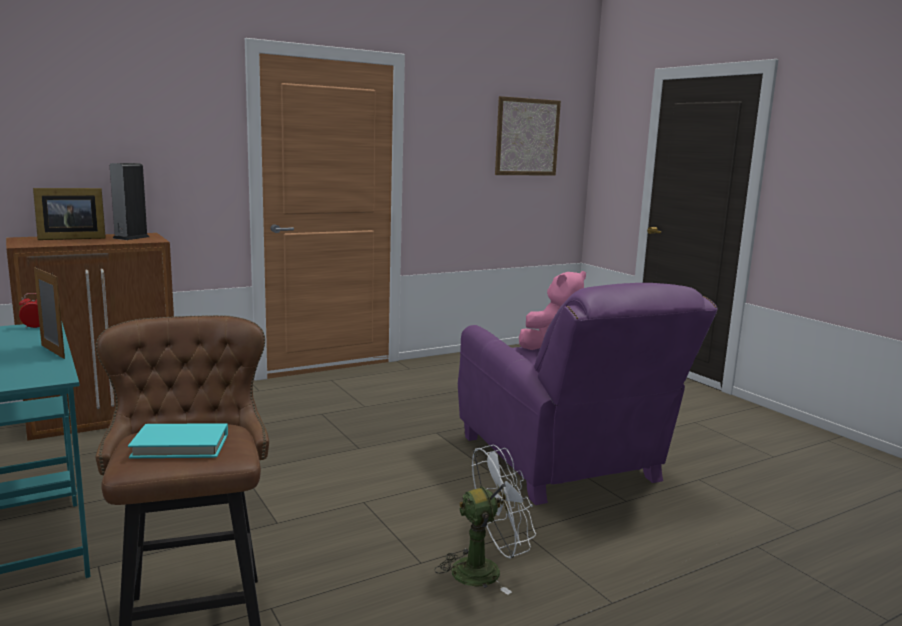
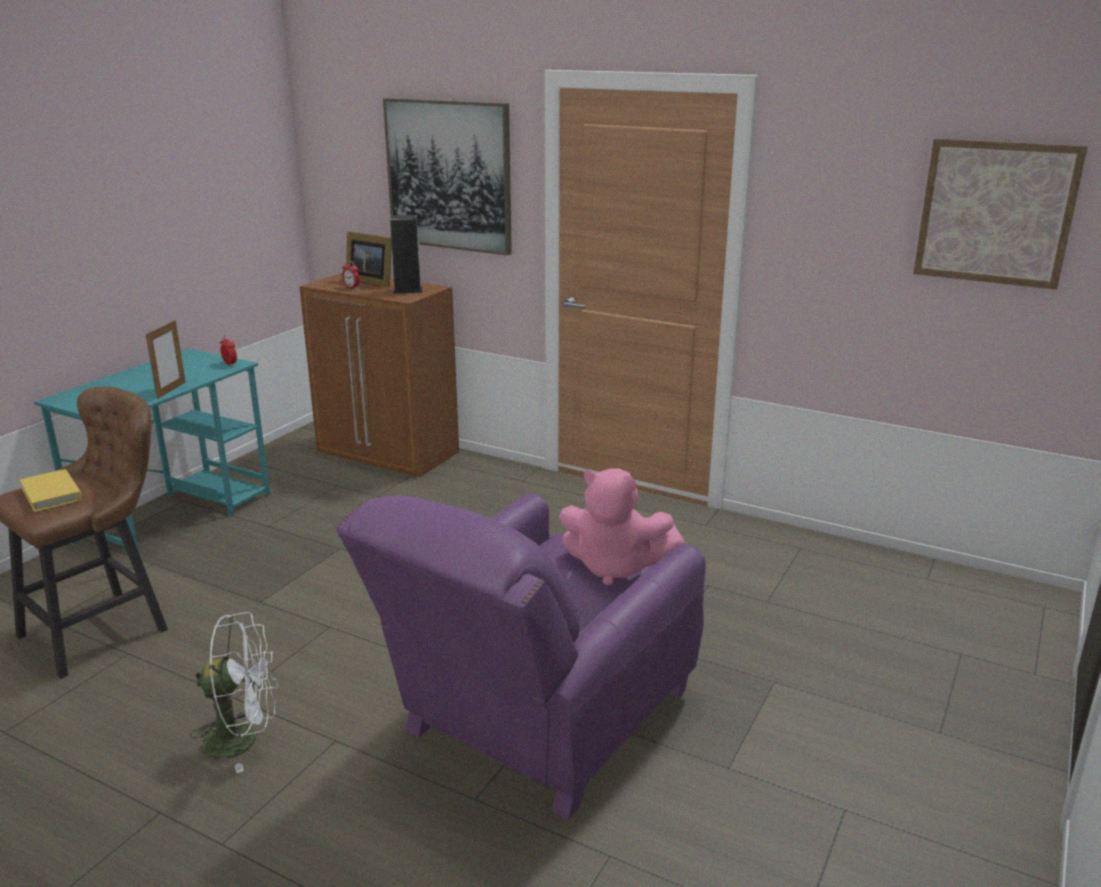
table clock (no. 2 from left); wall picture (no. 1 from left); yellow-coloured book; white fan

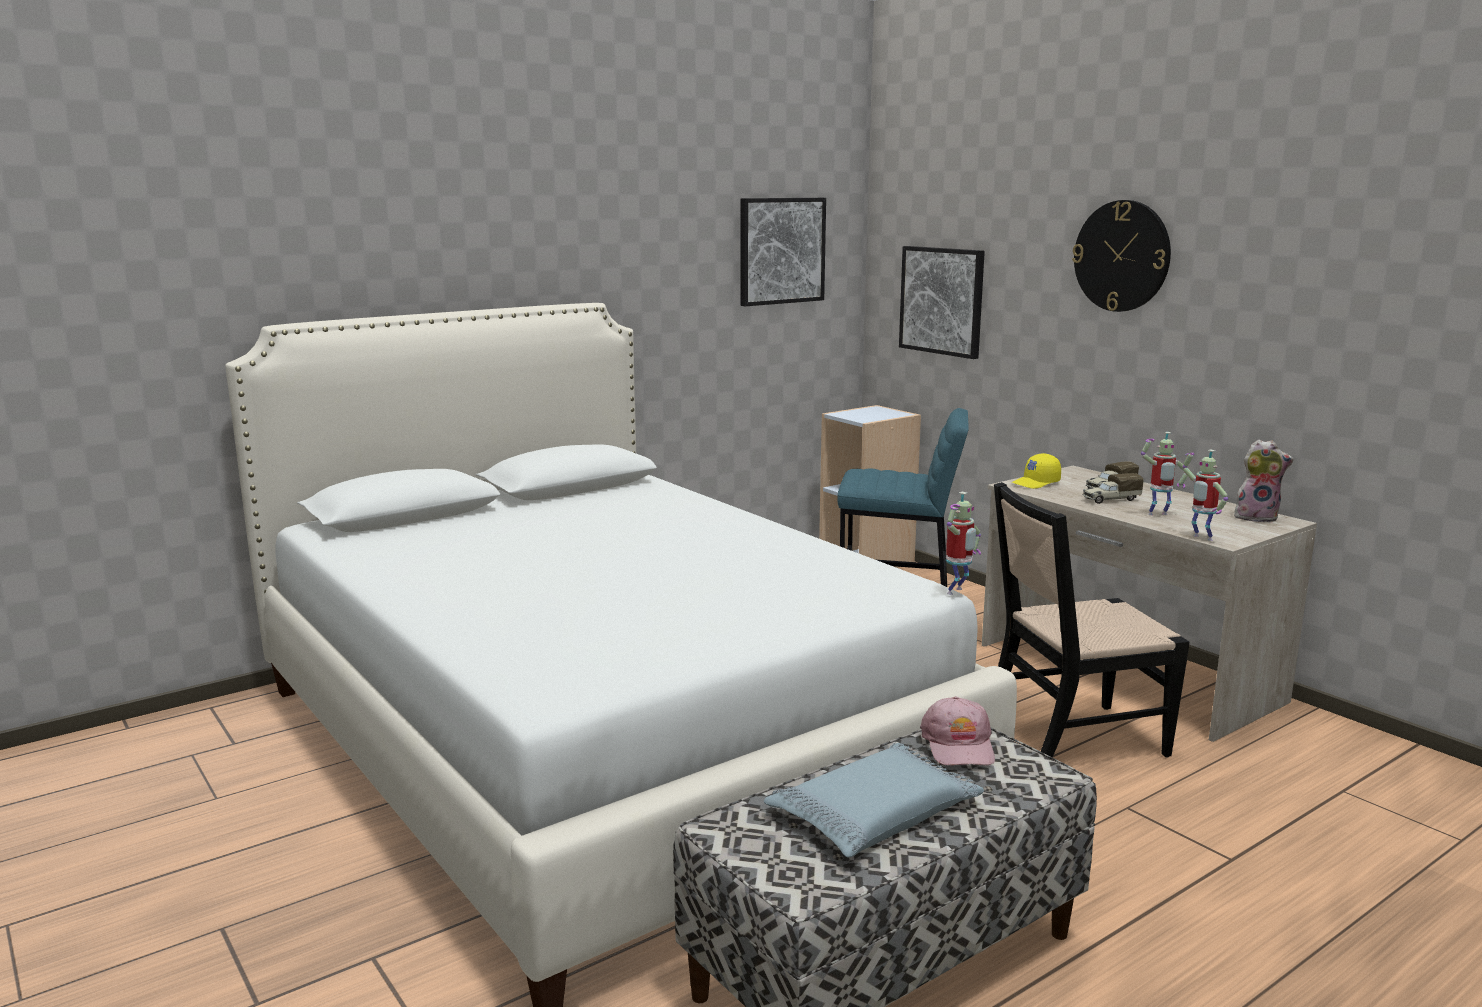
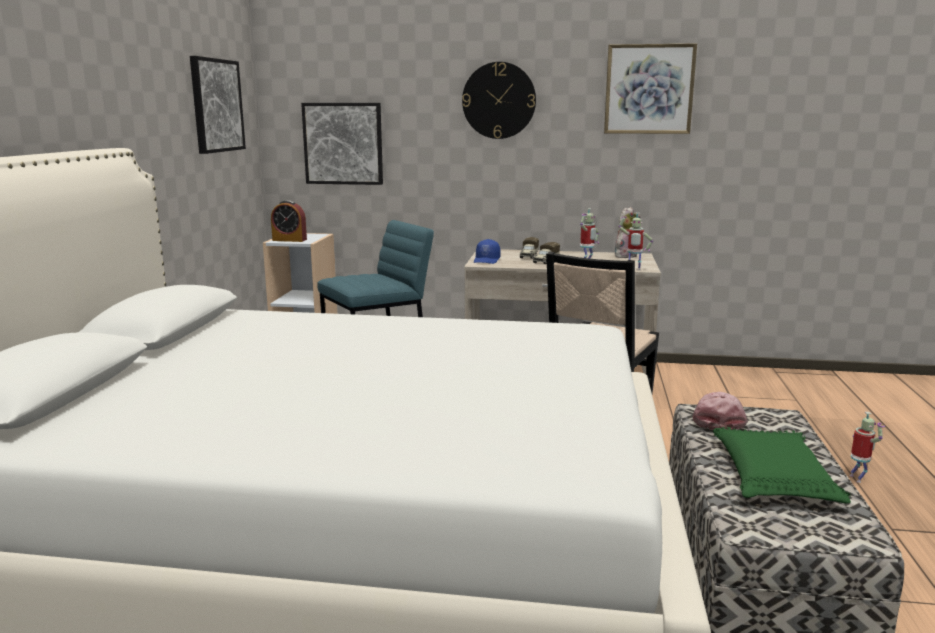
table clock; wall picture (no. 3 from left); toy robot (no. 3 from left); green pillow; blue peaked cap; pinkish peaked cap

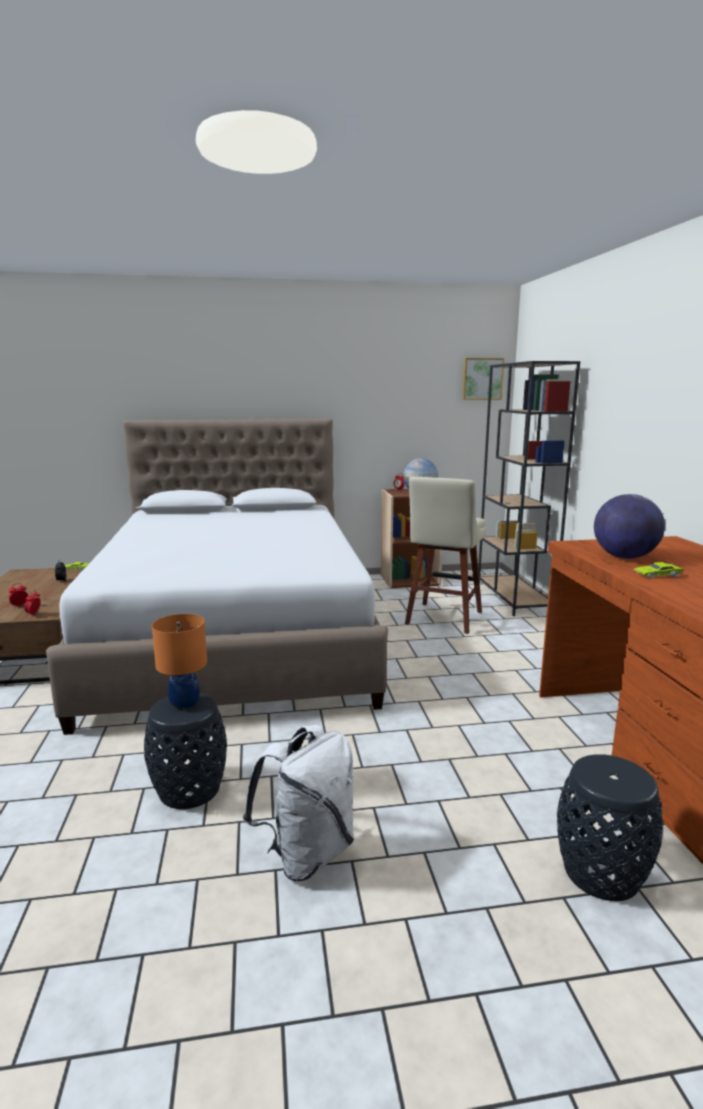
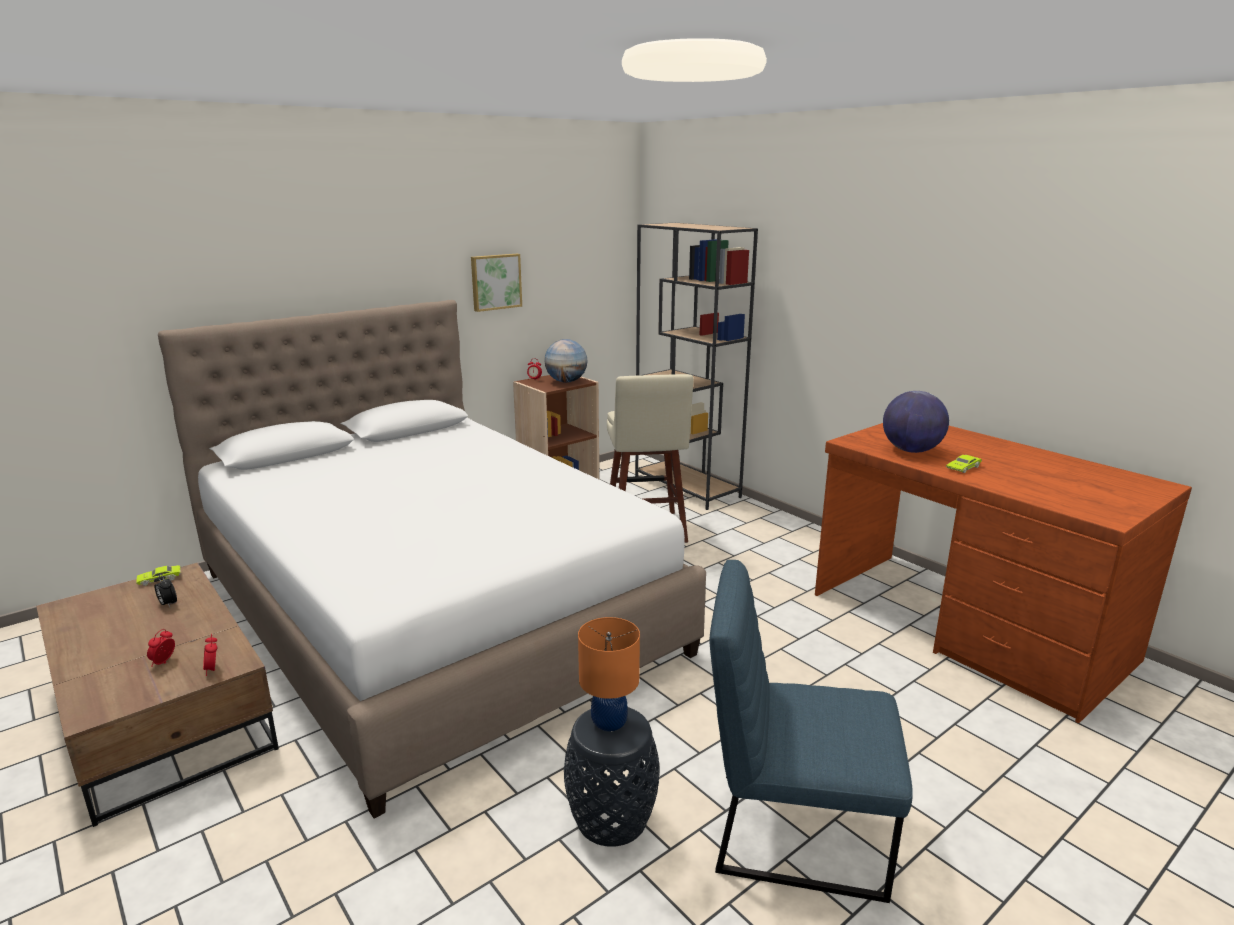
blackish stool (no. 2 from left in the first image); wall picture; blue upright chair

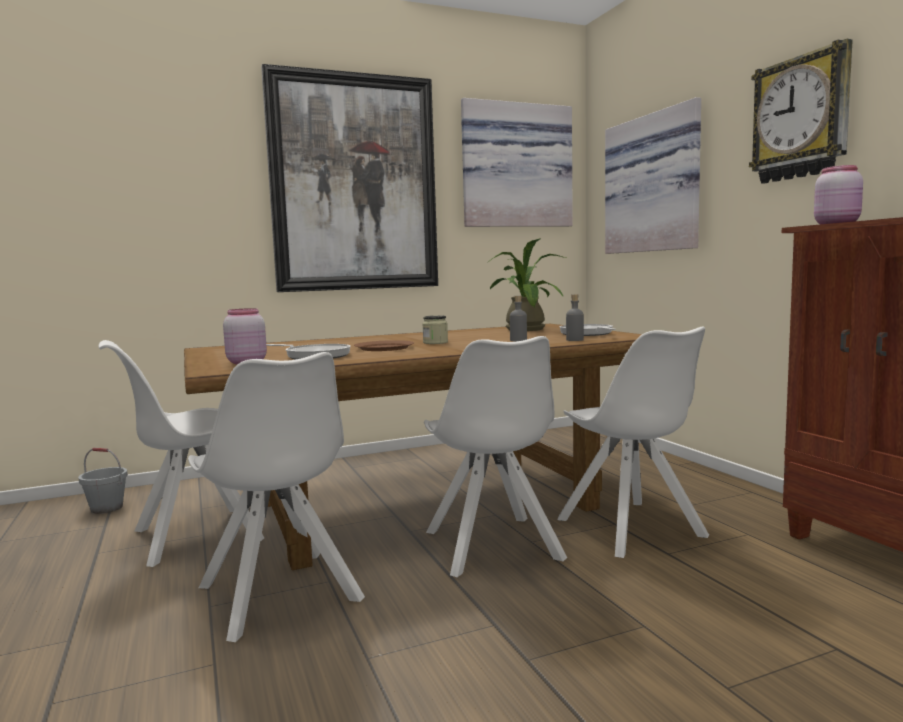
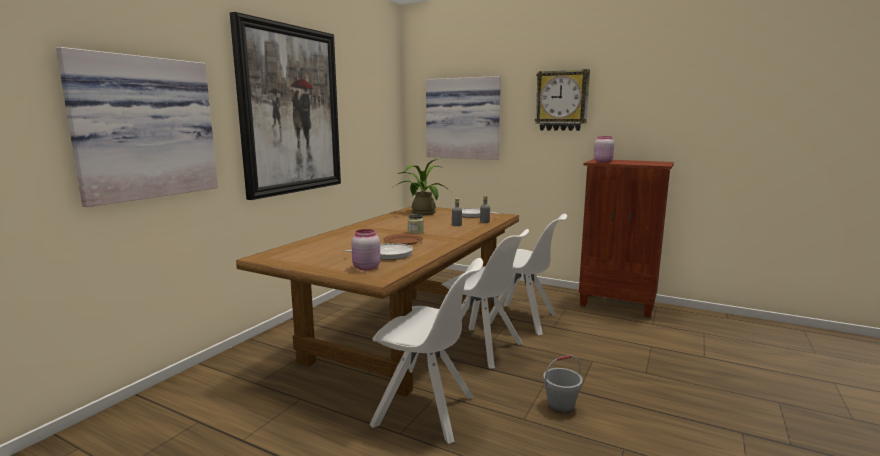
white upright chair (no. 1 from left in the first image); grey bucket; wall picture (no. 1 from left)

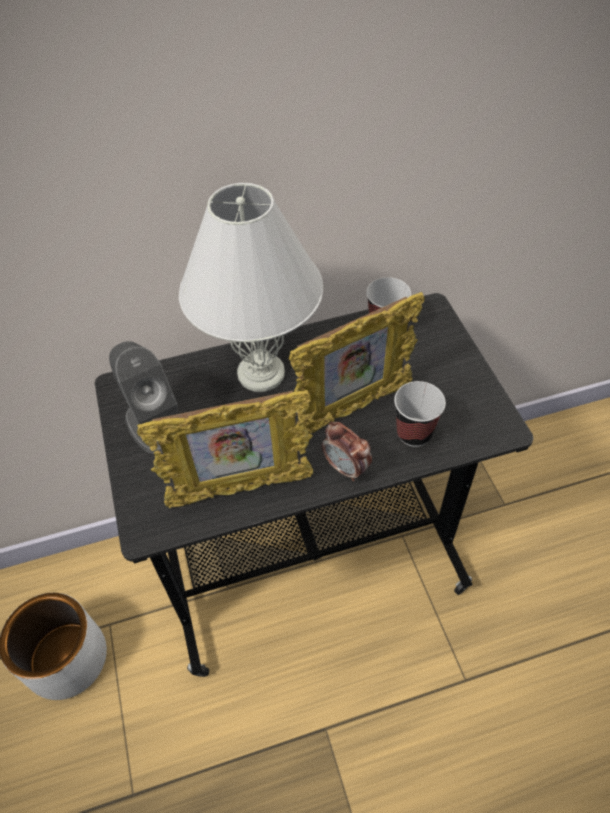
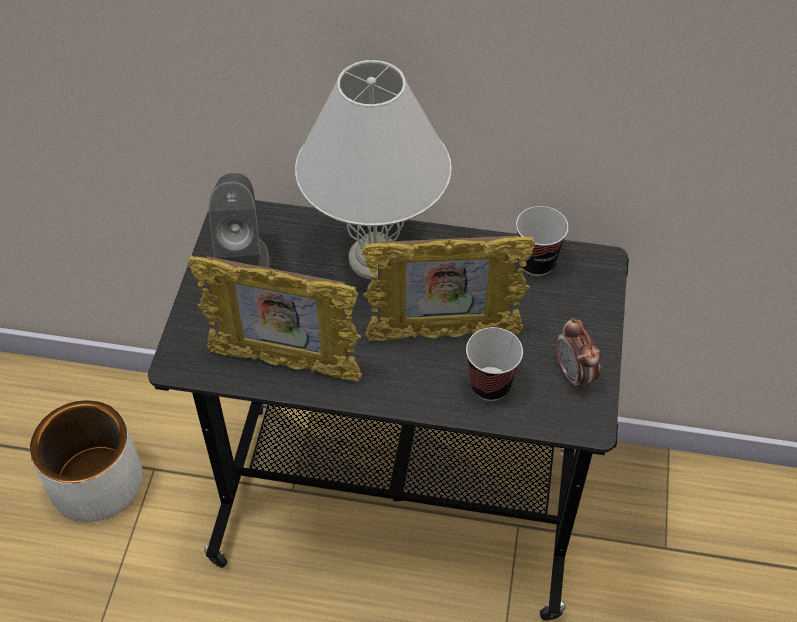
table clock

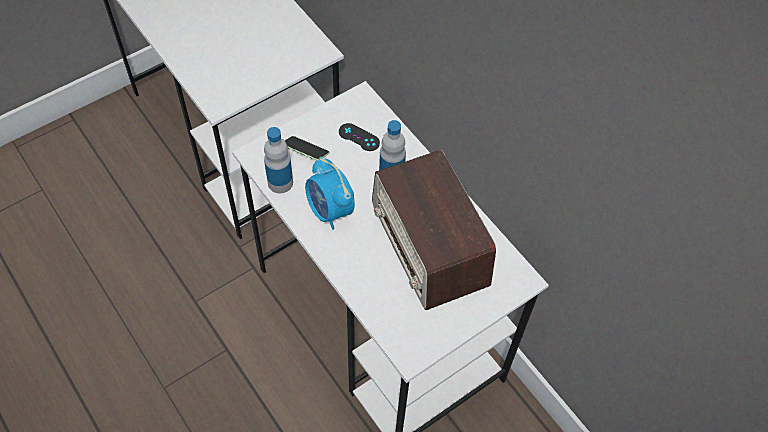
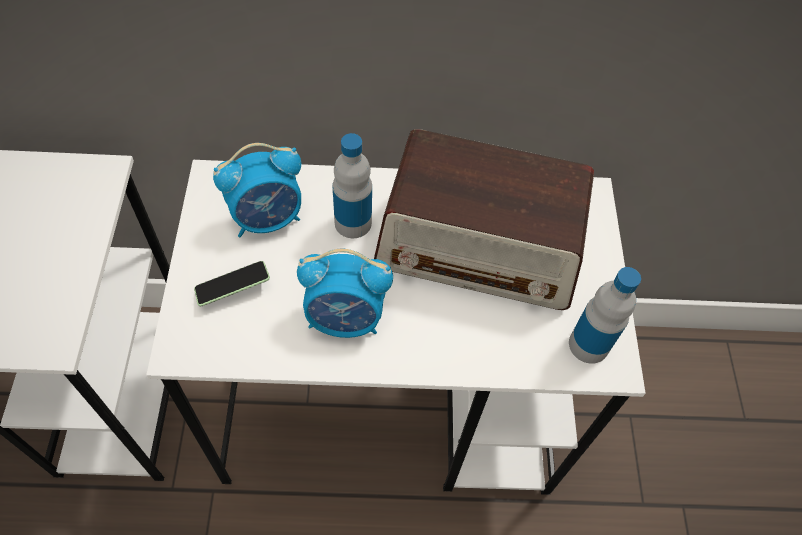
bottle (no. 2 from left); table clock (no. 1 from left)

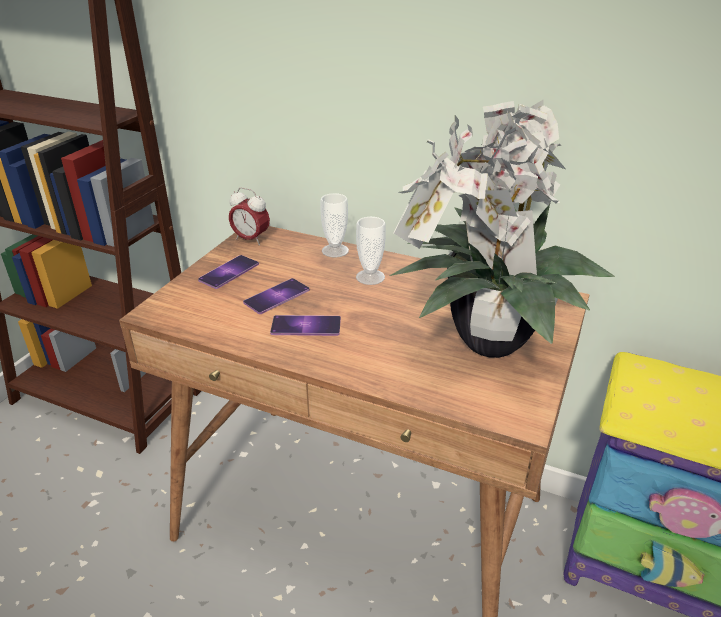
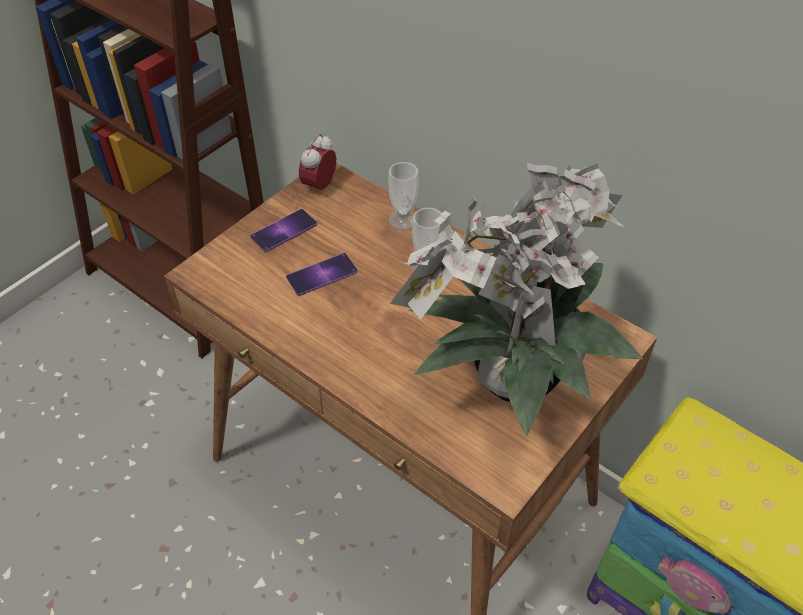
handset (no. 3 from left in the first image); table clock

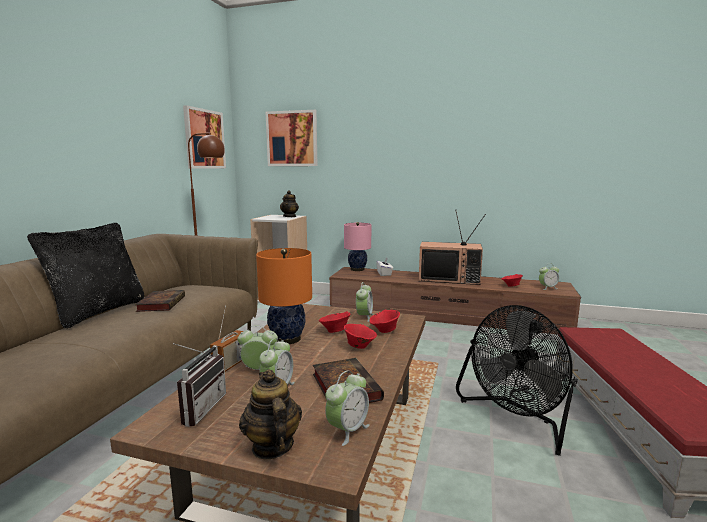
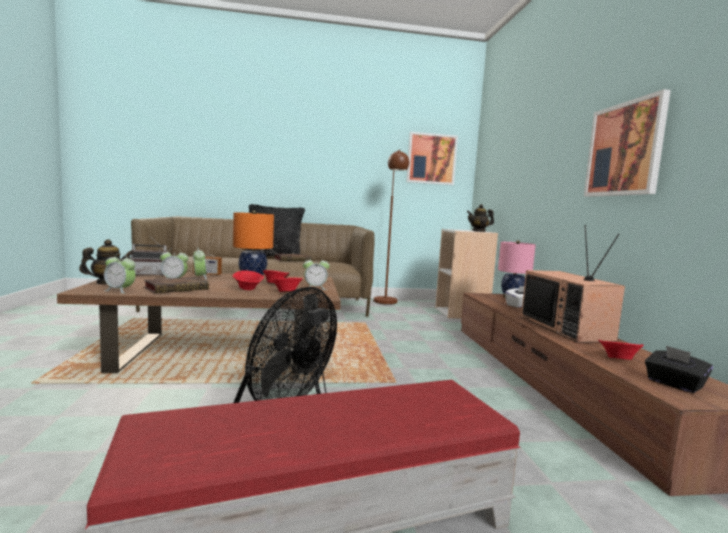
wall picture (no. 2 from left); blackish tissue holder

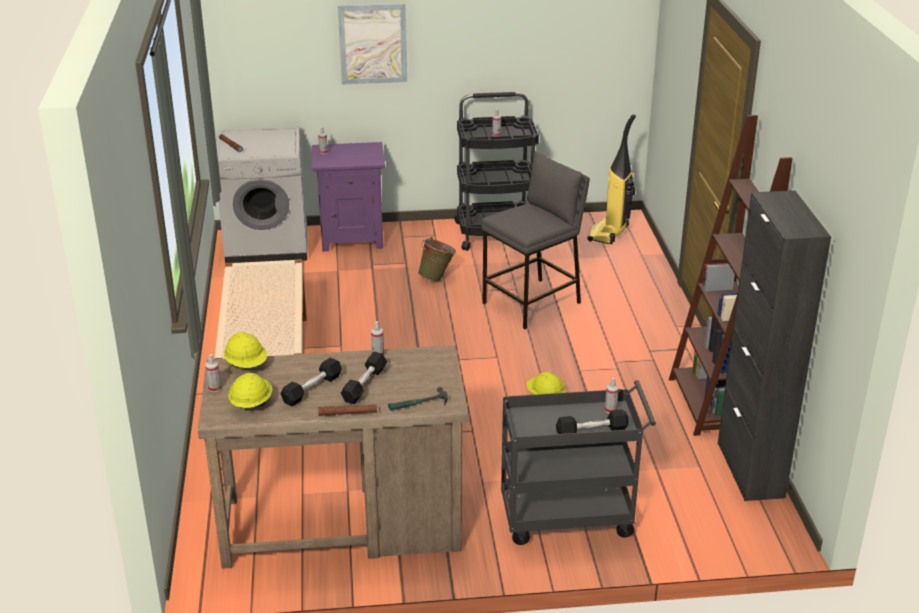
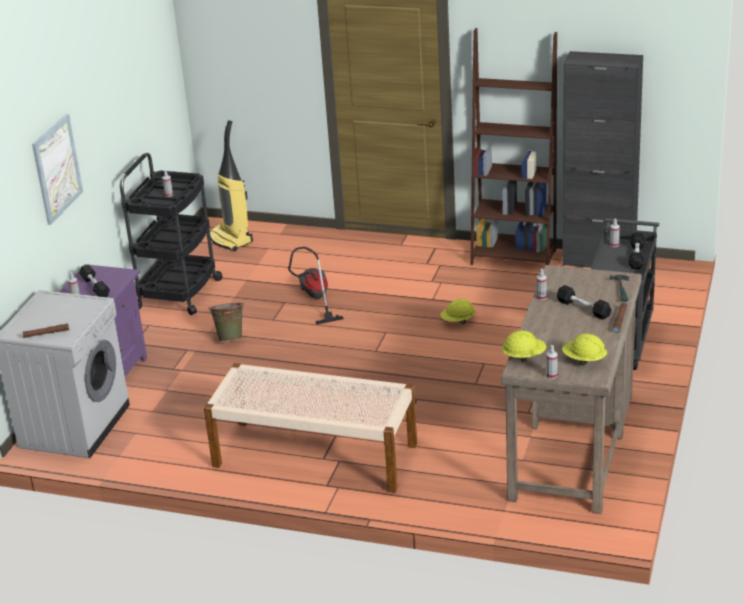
blackish free weight (no. 1 from left); vacuum cleaner (no. 2 from left)

